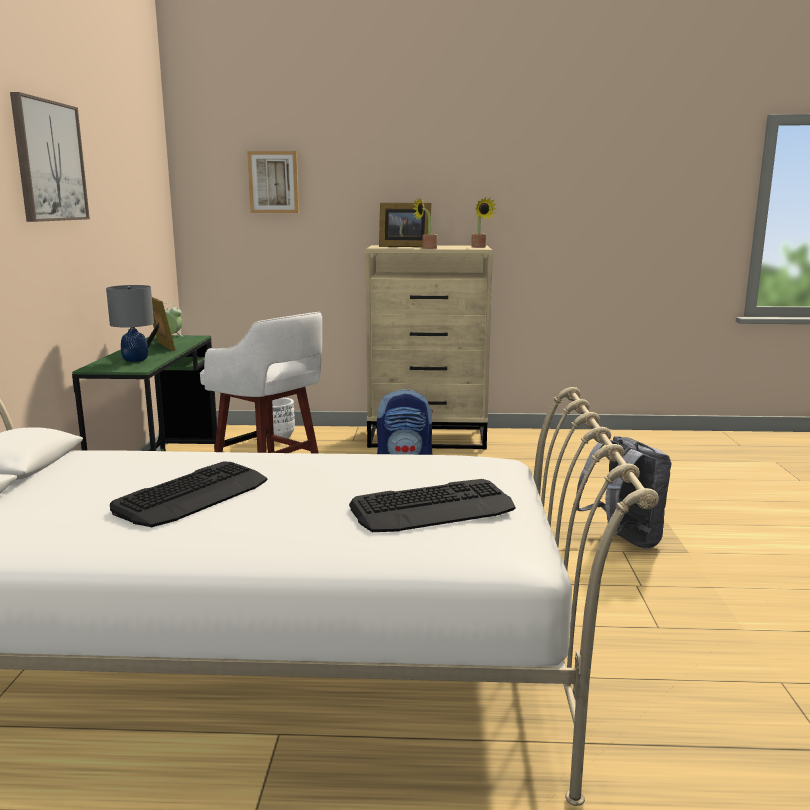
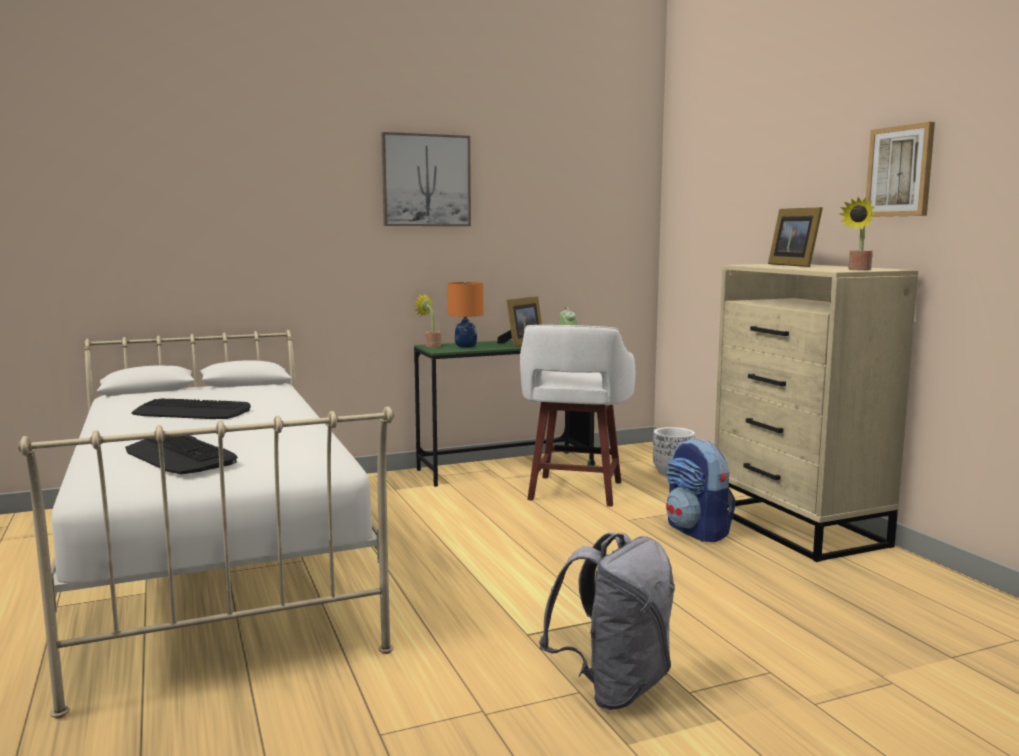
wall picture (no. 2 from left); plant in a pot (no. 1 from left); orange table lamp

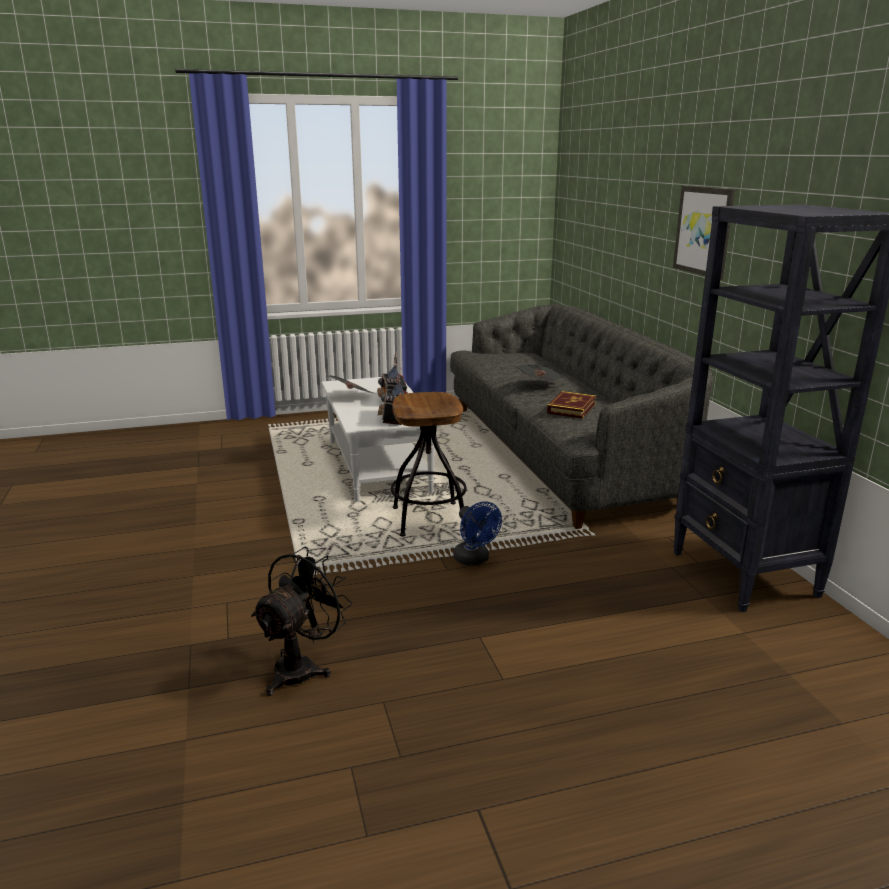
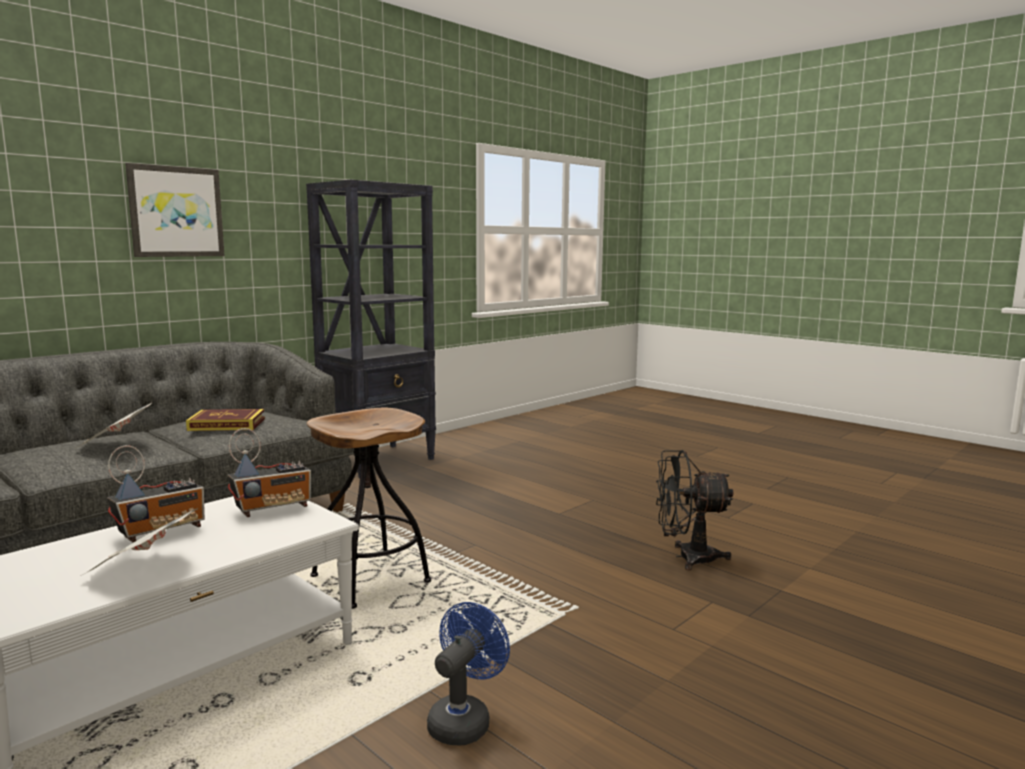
blue fan

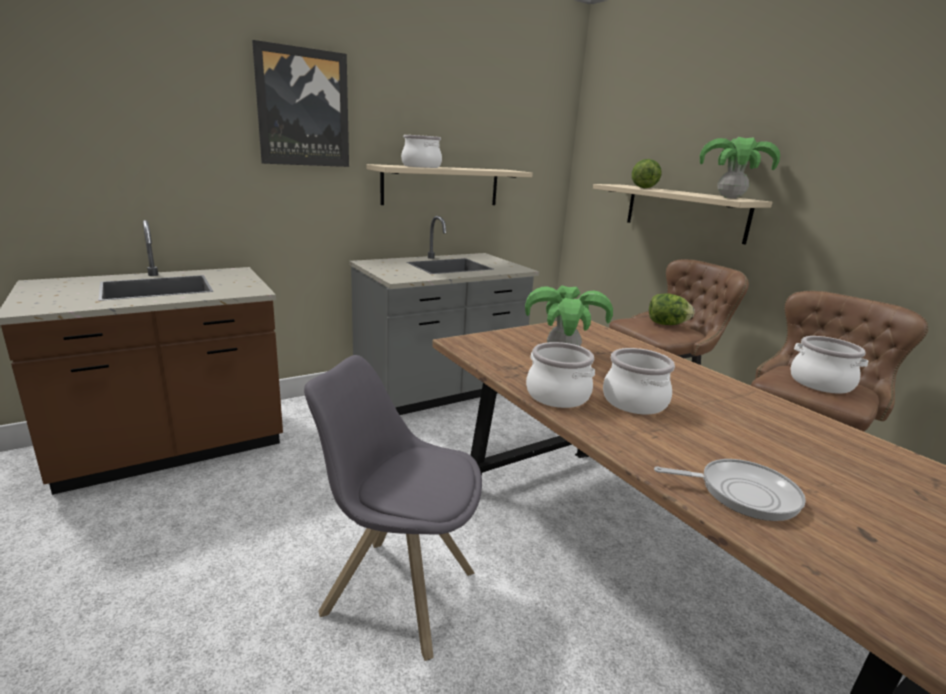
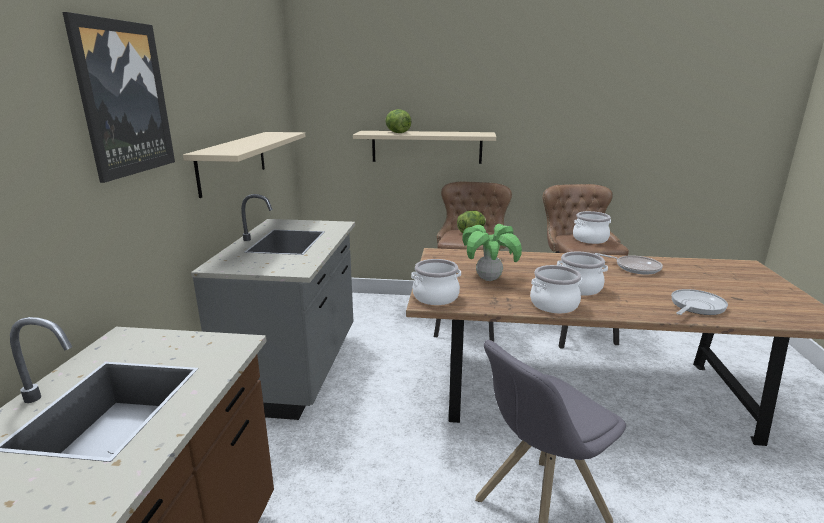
plant in a pot (no. 2 from left in the first image); skillet (no. 1 from left); cooking pot (no. 1 from left)

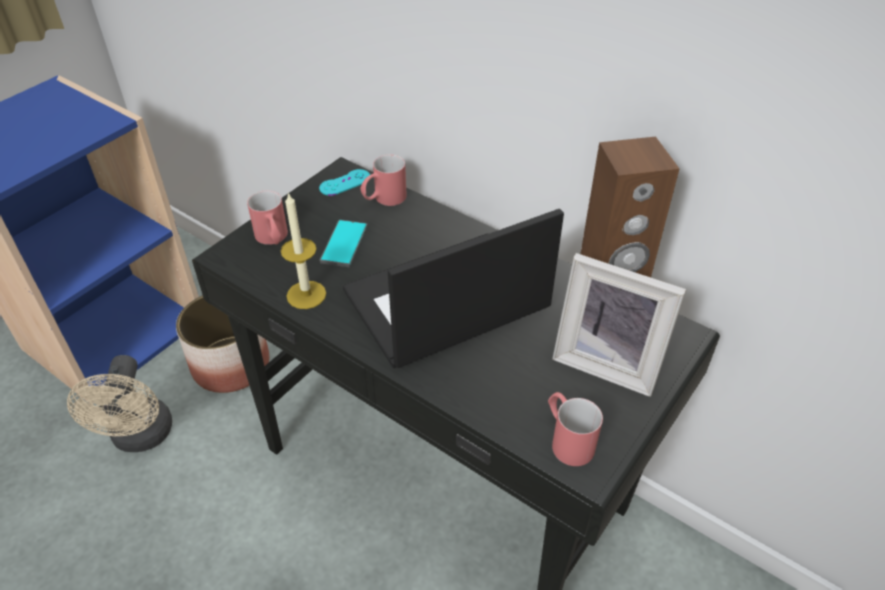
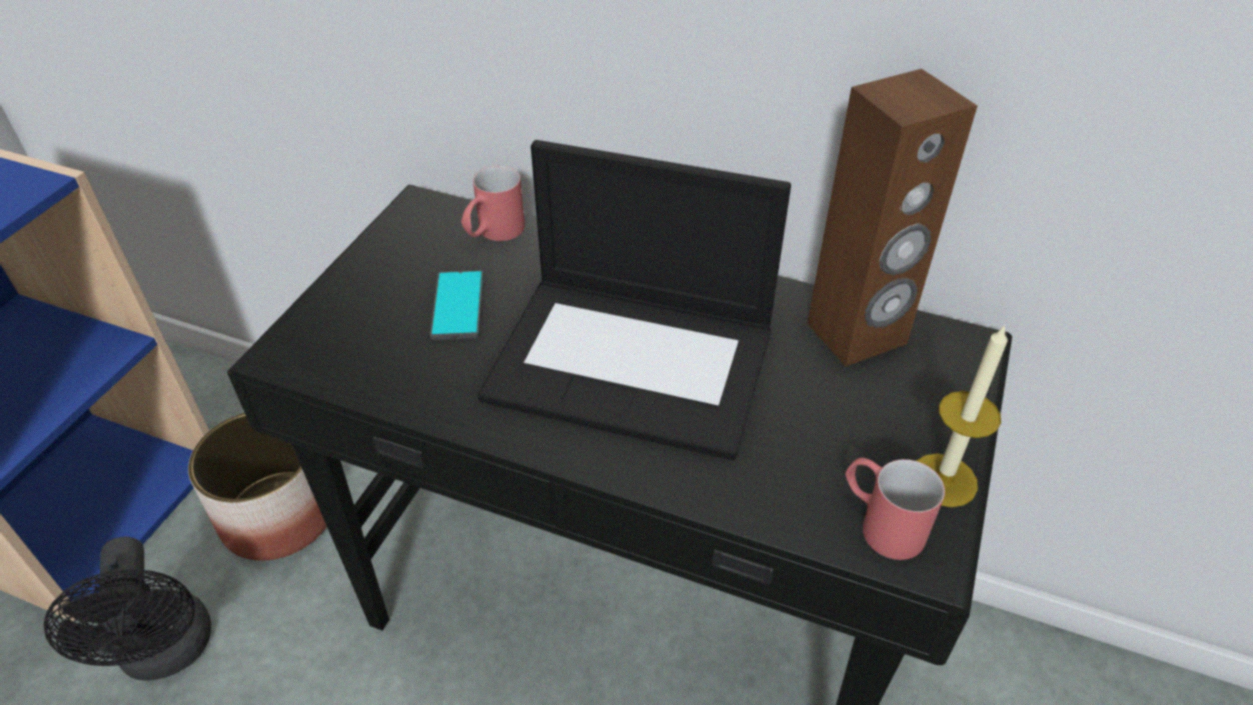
reddish mug (no. 1 from left in the first image); turquoise-coloured game controller; photo frame; wax candle; blackish fan; portable computer

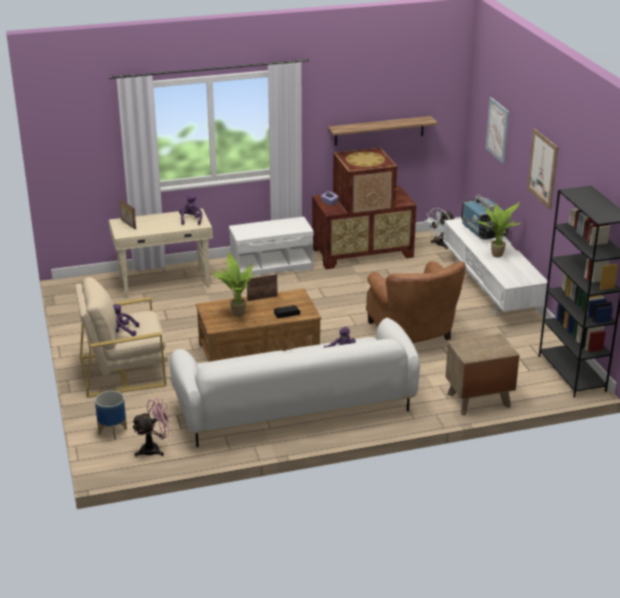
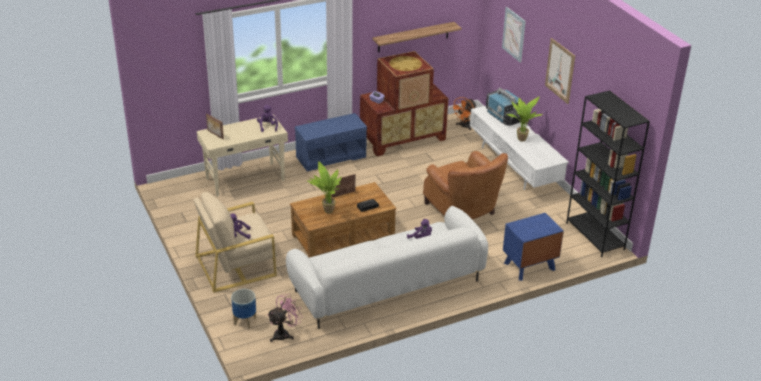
blue indoor bench; orange fan; blue night table

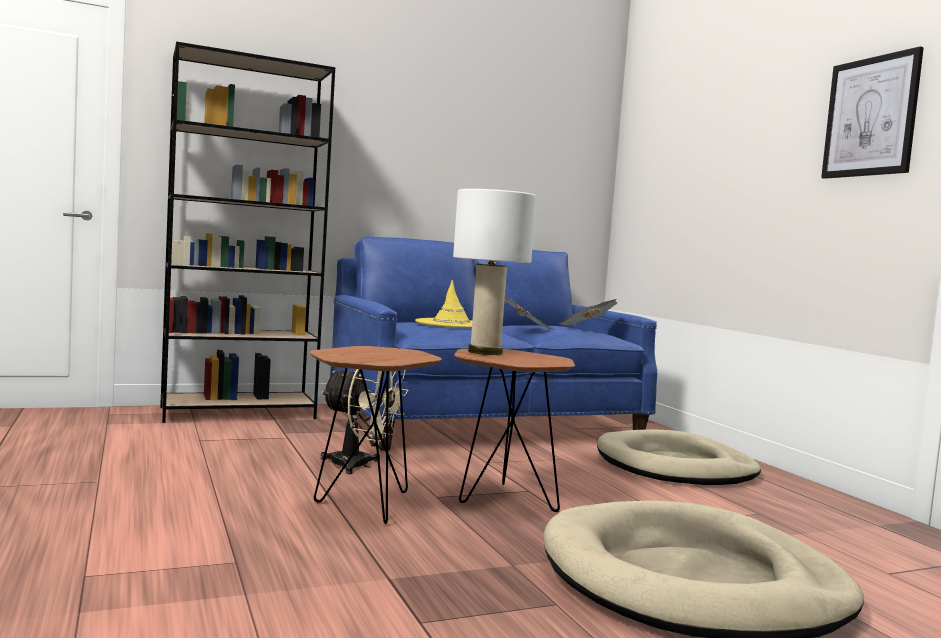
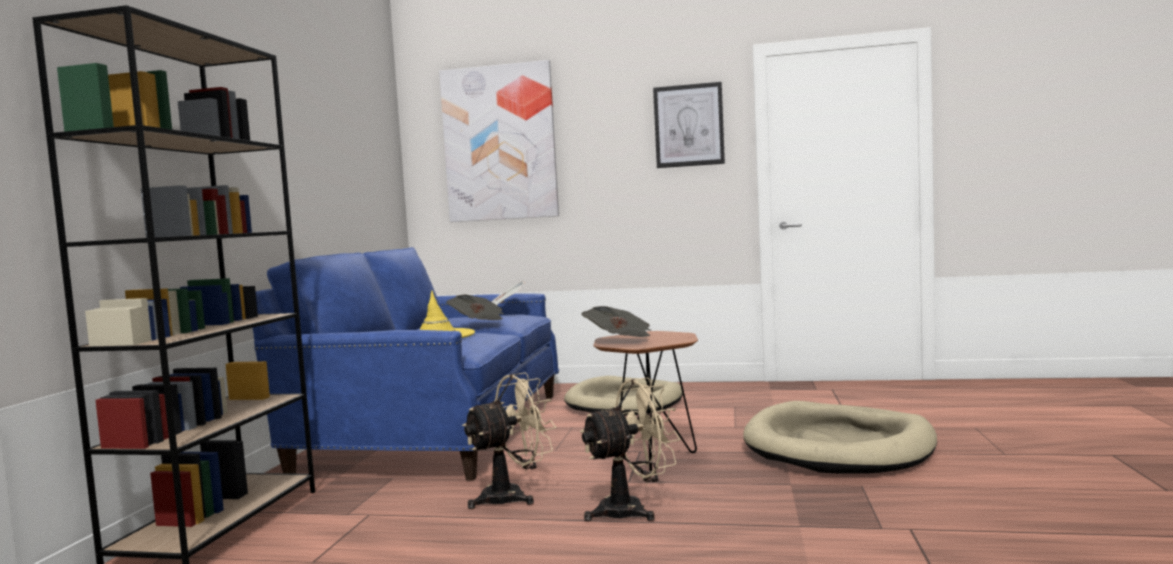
wall picture (no. 1 from left); sand-coloured fan (no. 2 from left); daily paper (no. 3 from left)

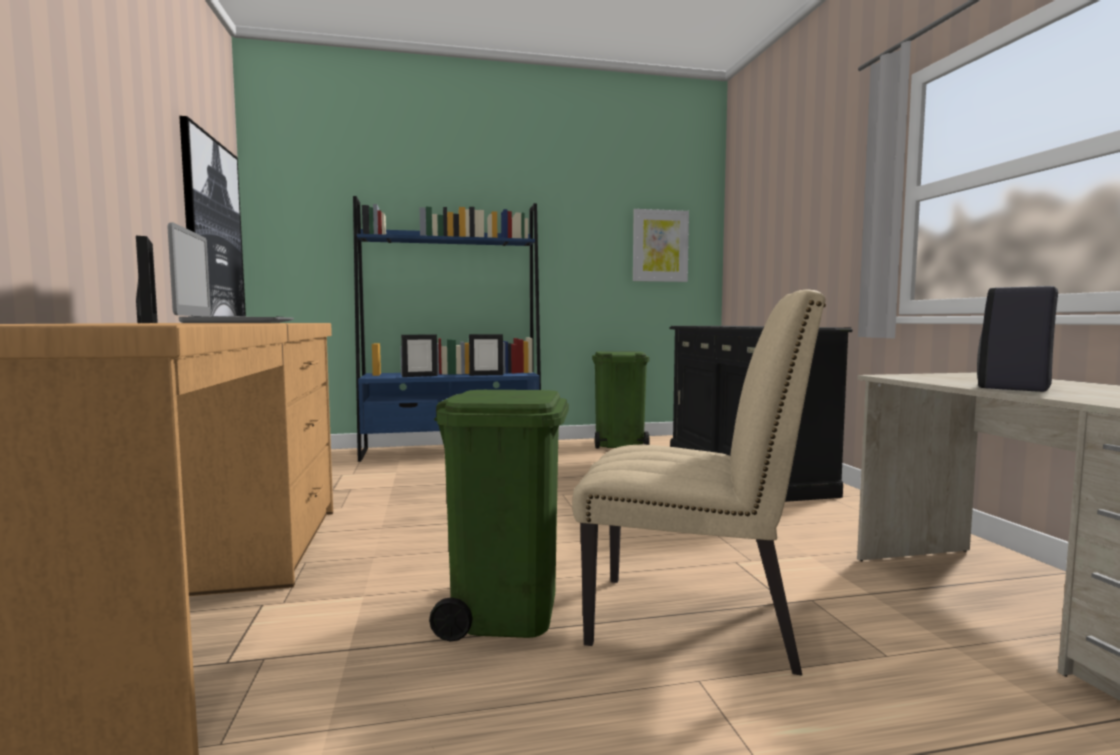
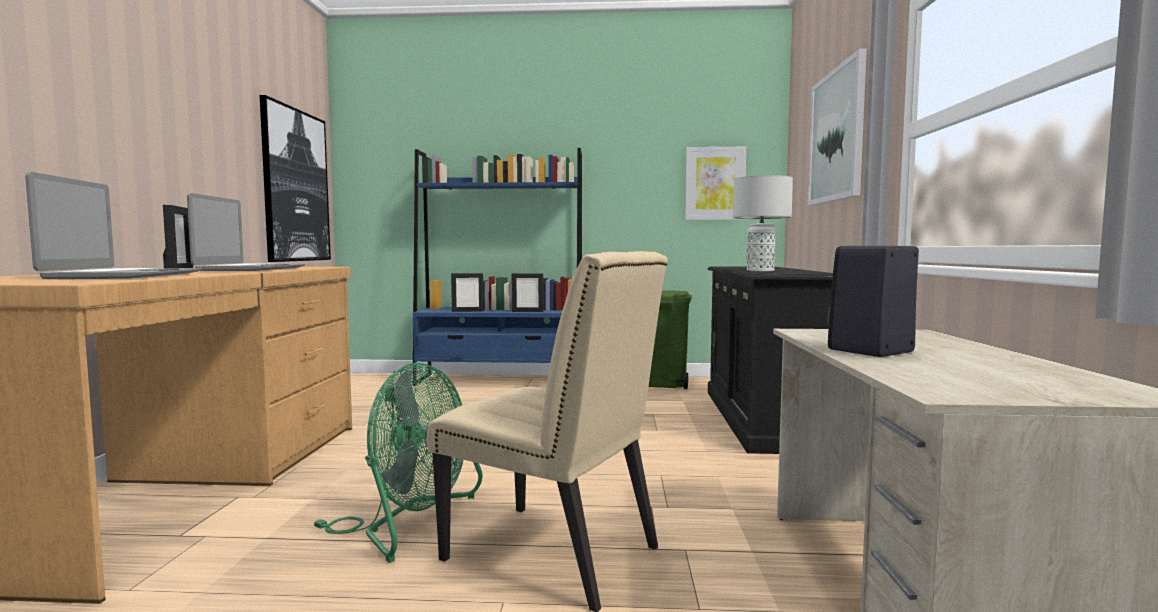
portable computer (no. 1 from left); white table lamp; wall picture (no. 3 from left); green fan

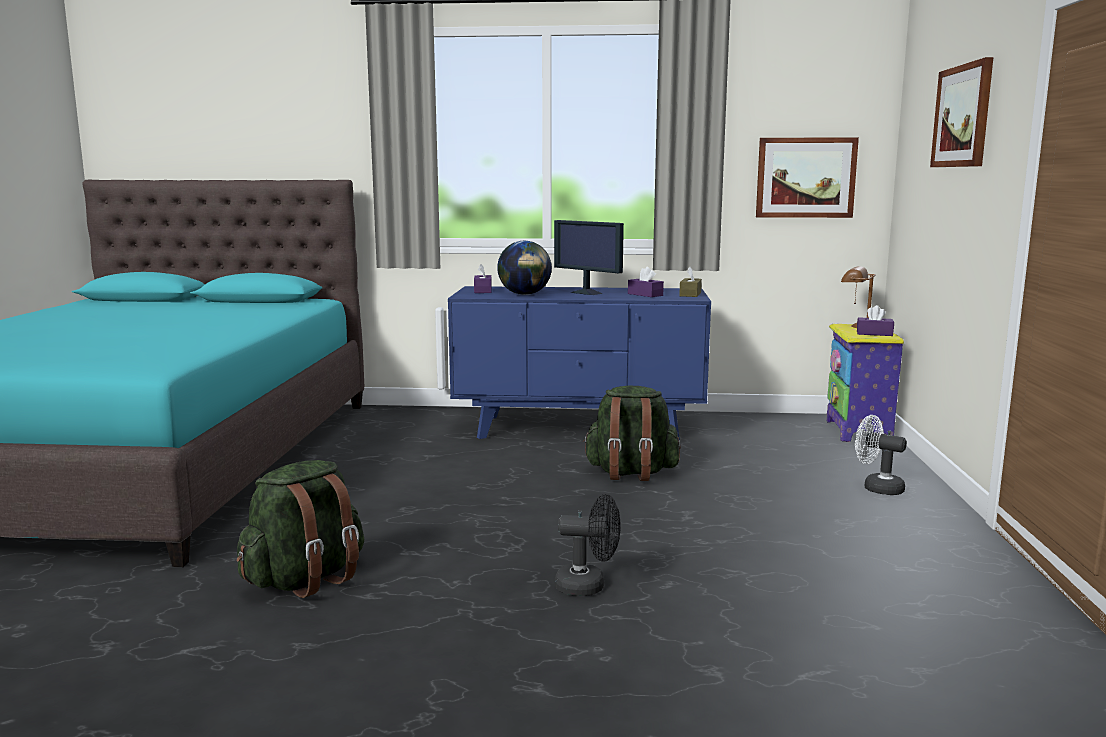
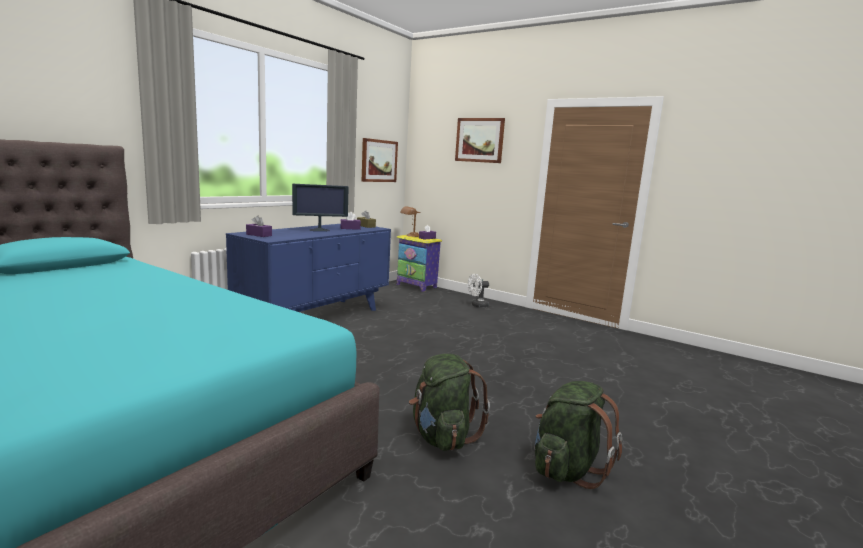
desk globe; blackish fan; green rucksack (no. 2 from left)

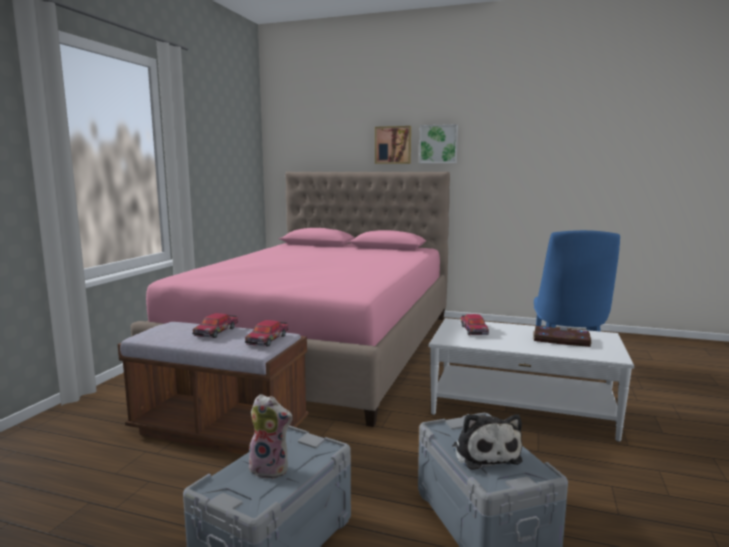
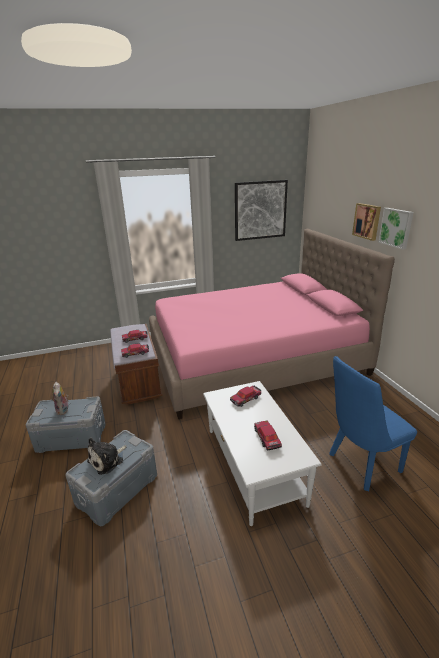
wall picture (no. 1 from left); miniature car (no. 4 from left)

